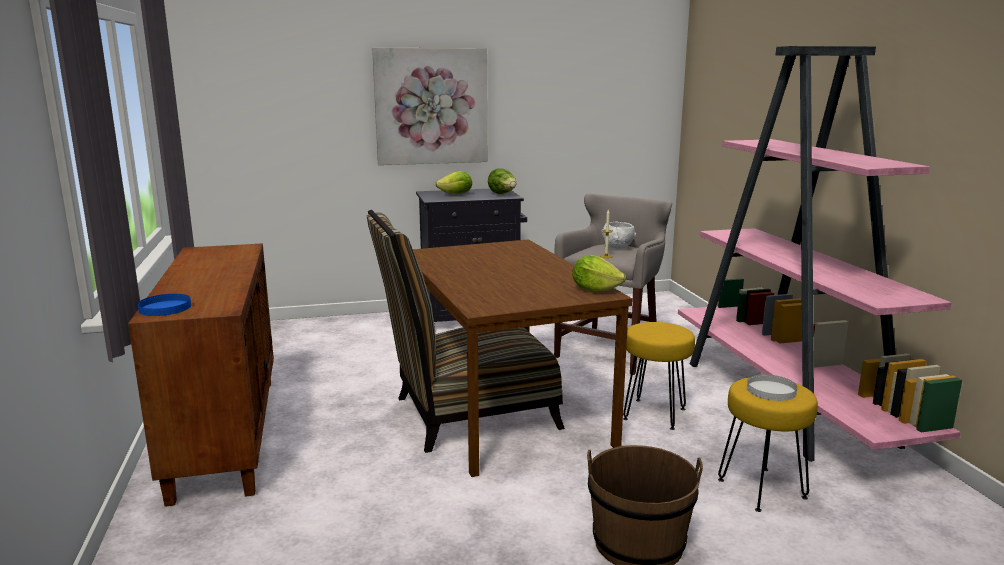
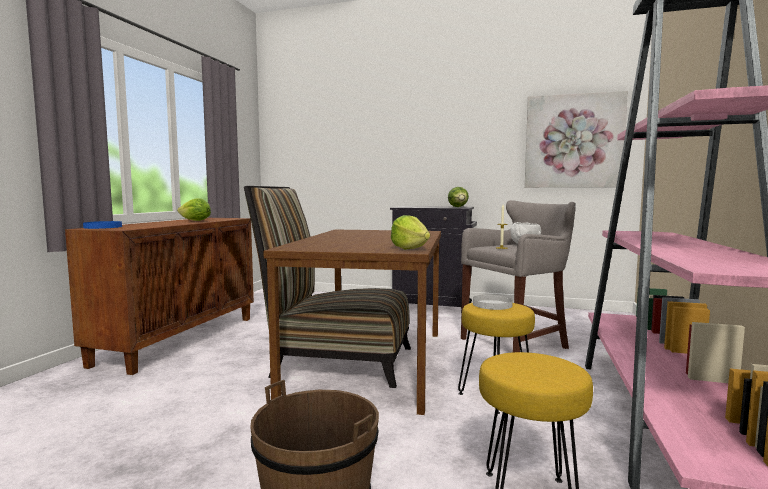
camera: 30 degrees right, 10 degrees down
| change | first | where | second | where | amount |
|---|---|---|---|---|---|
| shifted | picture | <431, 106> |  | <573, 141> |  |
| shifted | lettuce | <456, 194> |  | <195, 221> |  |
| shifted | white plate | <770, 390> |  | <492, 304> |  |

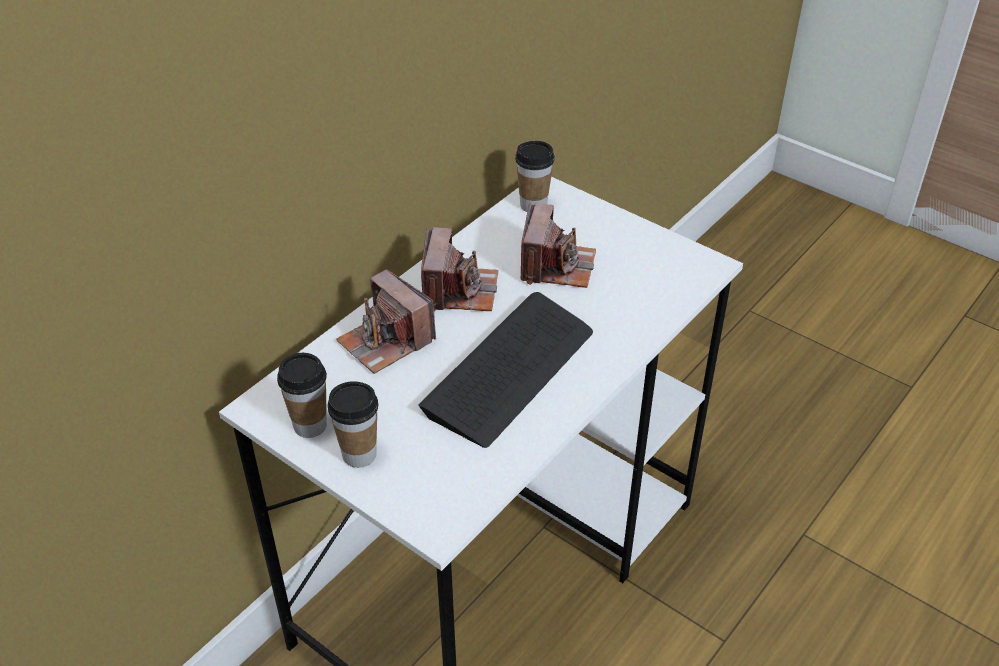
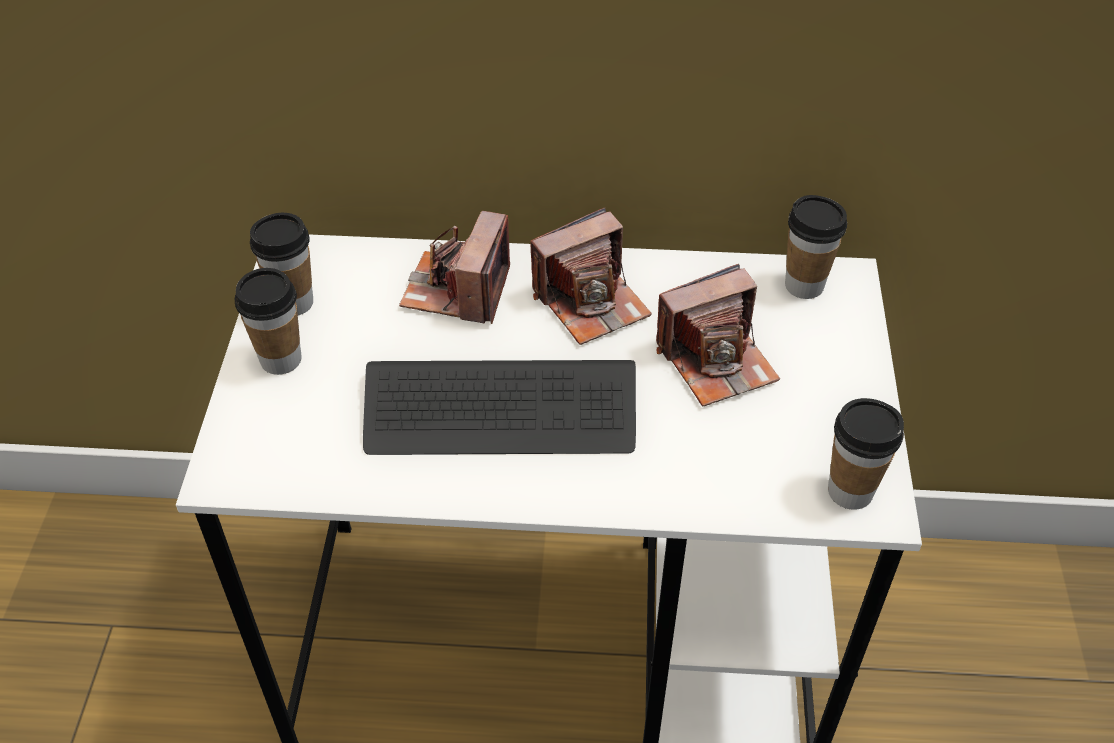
camera: 55 degrees right, 5 degrees up
| change | first | where | second | where | amount |
|---|---|---|---|---|---|
| new |  |  | cup | <850, 491> |  |

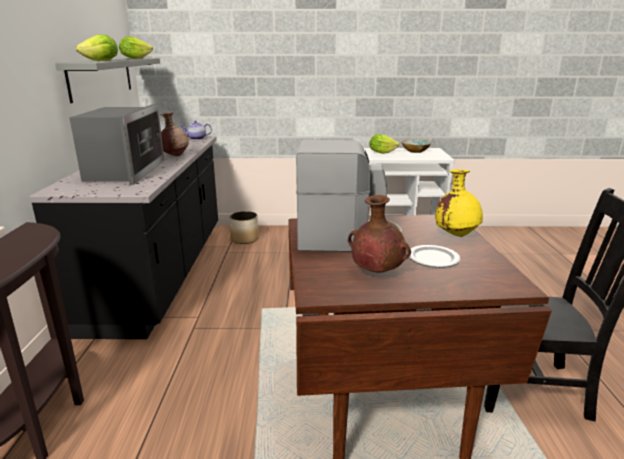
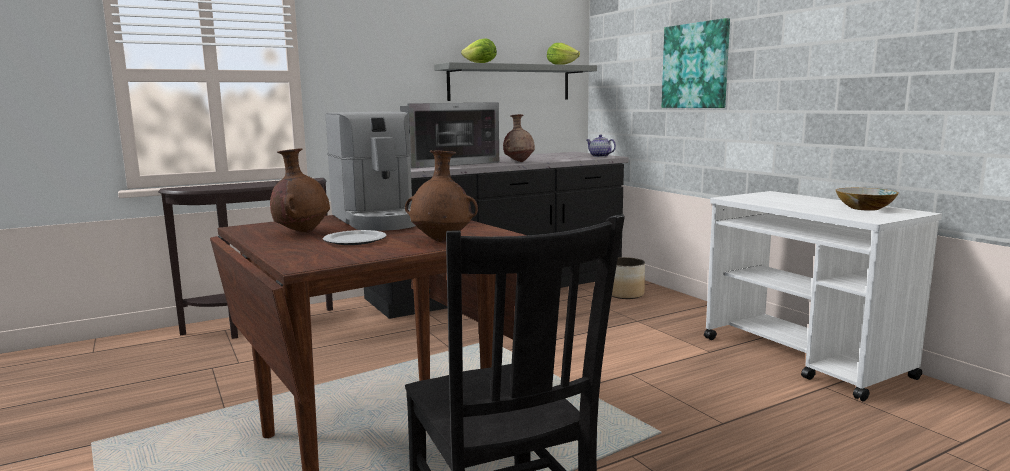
camera: 60 degrees right, 10 degrees down
| change | first | where | second | where | amount |
|---|---|---|---|---|---|
| gone | lettuce | <381, 152> |  |  |  |
| repainted | yellow vase | <456, 235> | brown vase | <442, 240> |  |
| new |  |  | picture | <696, 66> |  |

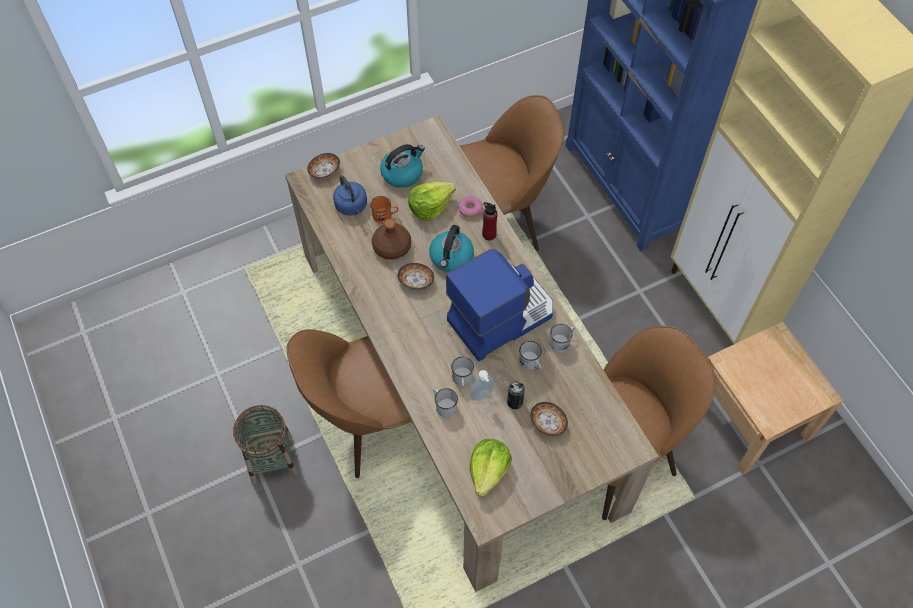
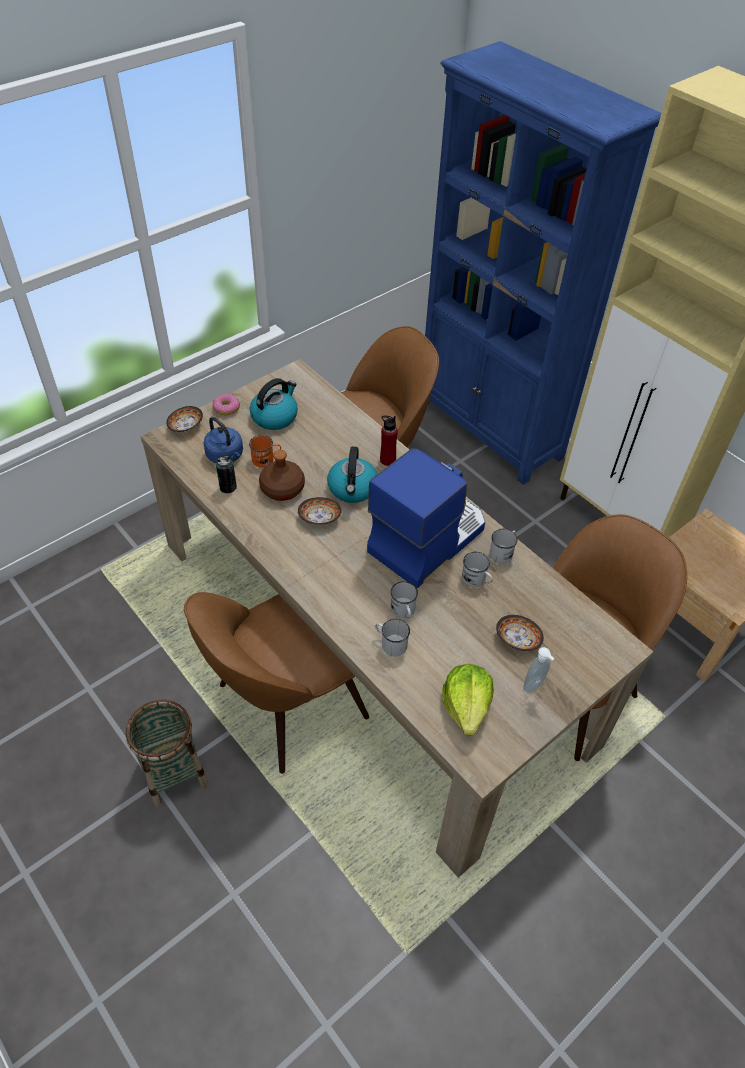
camera: 15 degrees left, 10 degrees down
| change | first | where | second | where | amount |
|---|---|---|---|---|---|
| gone | lettuce | <430, 207> |  |  |  |
| shifted | donut | <470, 209> |  | <226, 408> |  |
| shifted | soap dispenser | <482, 396> |  | <534, 686> |  |
| shifted | can | <515, 402> |  | <228, 487> |  |

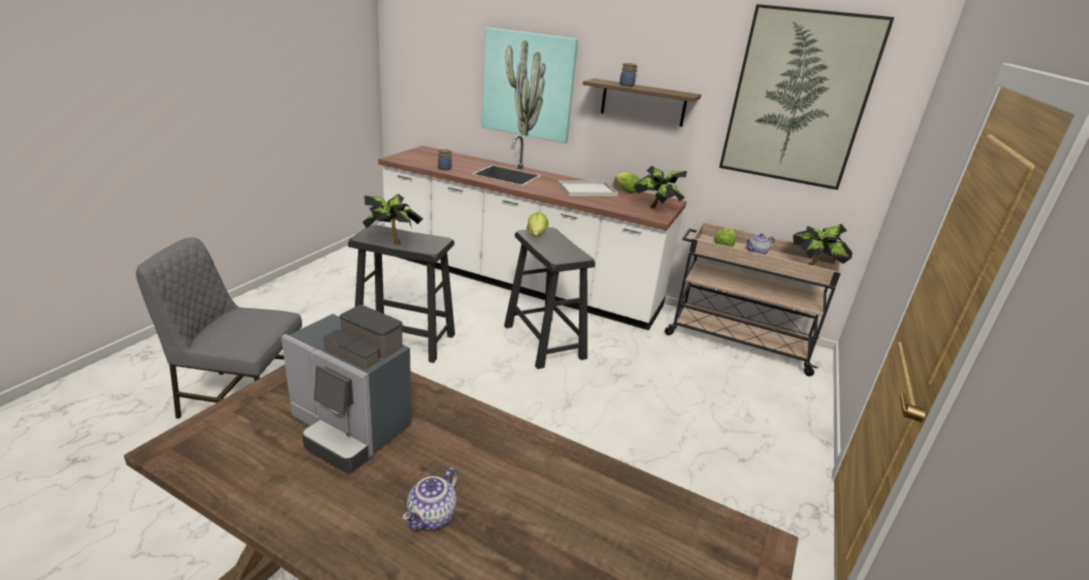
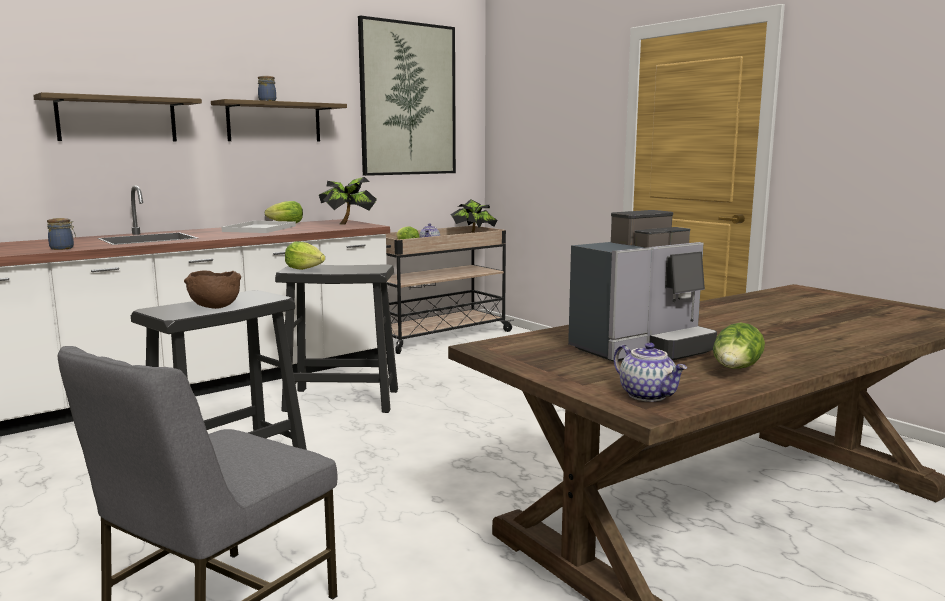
camera: 60 degrees left, 15 degrees down
| change | first | where | second | where | amount |
|---|---|---|---|---|---|
| swapped | picture | <528, 85> | shelf | <117, 119> |  |
| swapped | potted plant | <392, 241> | brown bowl | <214, 307> |  |
| shifted | teapot | <432, 517> |  | <648, 395> |  |
| new |  |  | lettuce | <736, 370> |  |

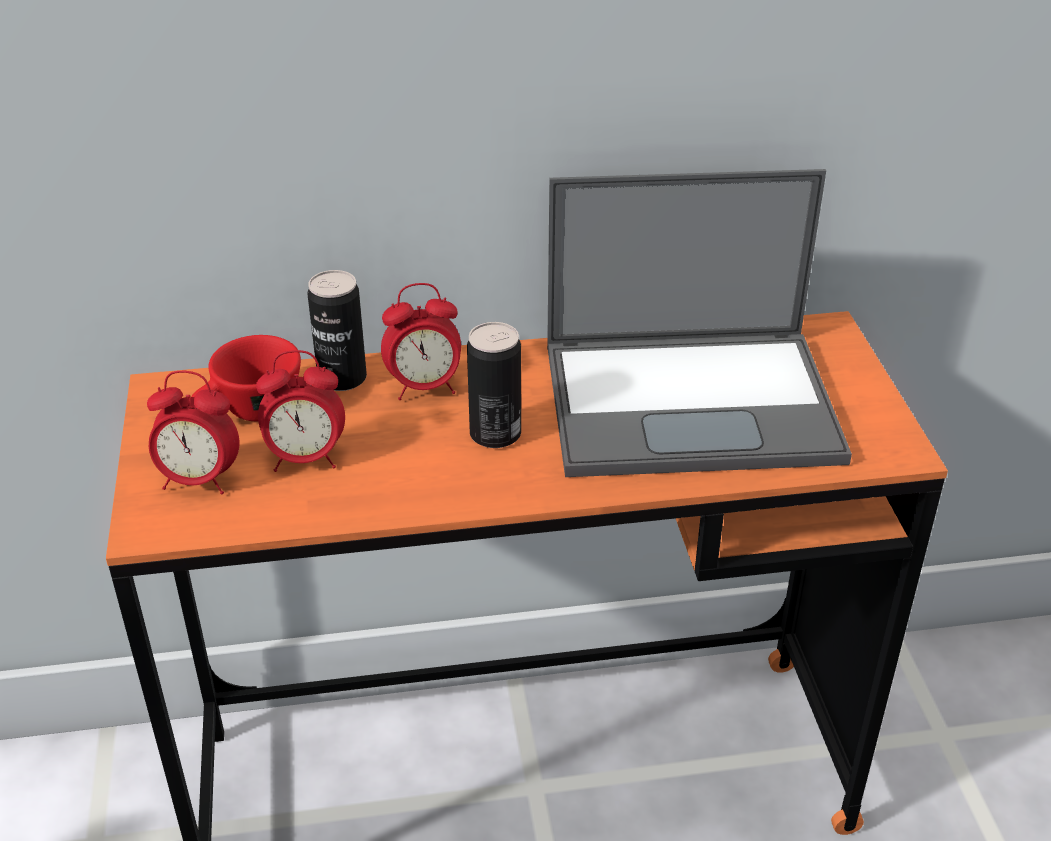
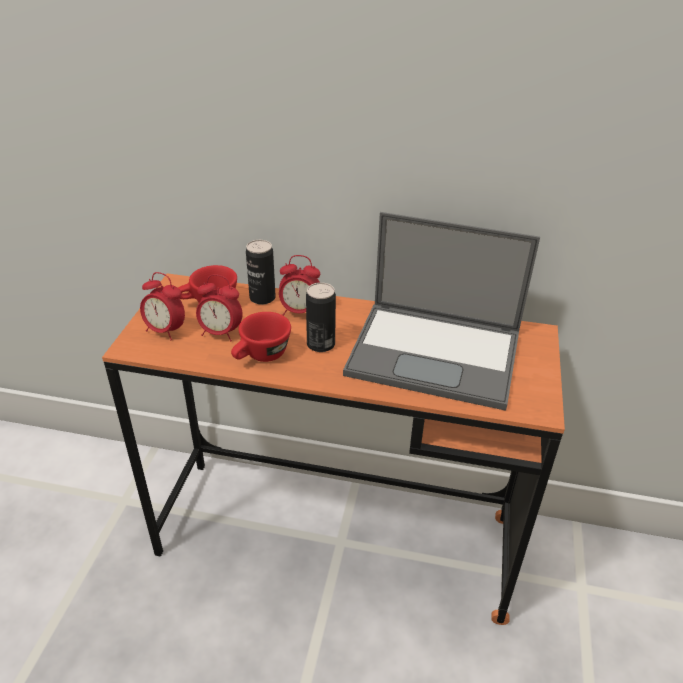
camera: 20 degrees right, 0 degrees up
| change | first | where | second | where | amount |
|---|---|---|---|---|---|
| new |  |  | red cup | <261, 356> |  |

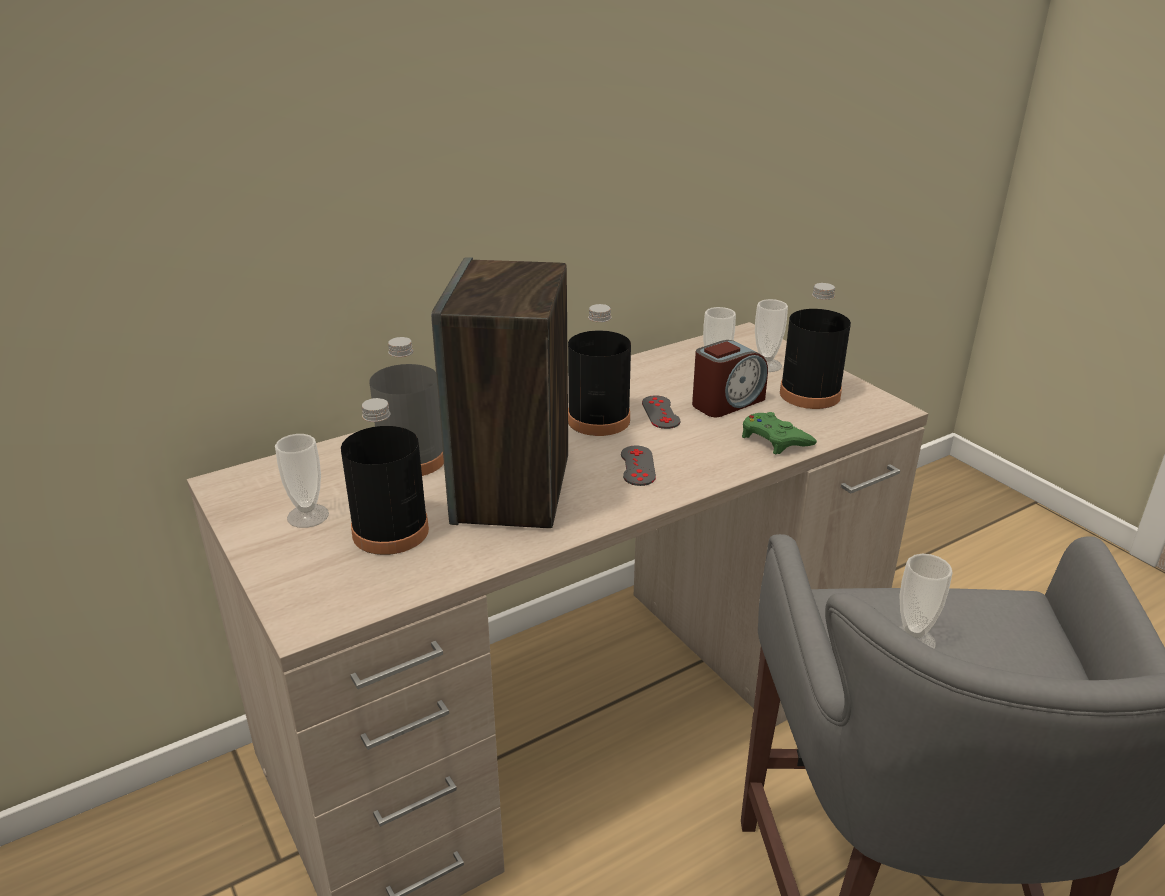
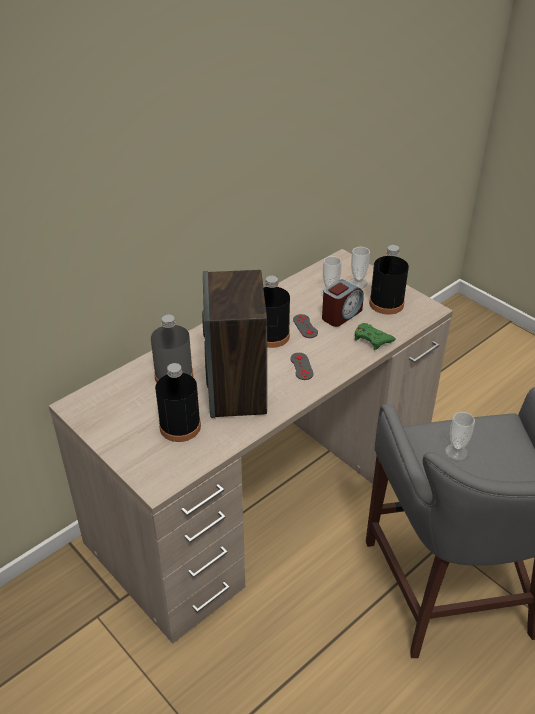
camera: 10 degrees left, 10 degrees up
| change | first | where | second | where | amount |
|---|---|---|---|---|---|
| gone | cup | <308, 516> |  |  |  |

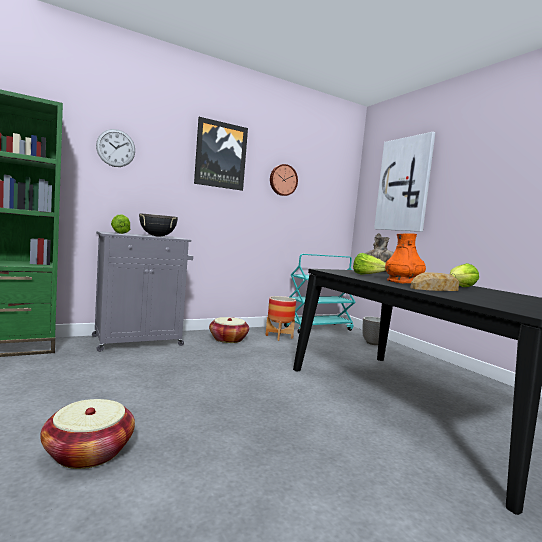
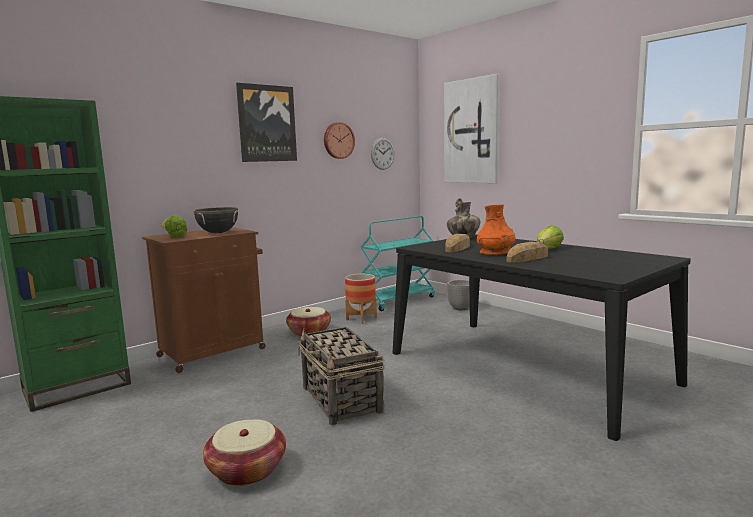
camera: 10 degrees left, 5 degrees up
| change | first | where | second | where | amount |
|---|---|---|---|---|---|
| shifted | wall clock | <116, 148> |  | <382, 153> |  |
| repainted | grey cabinet | <139, 341> | brown cabinet | <214, 352> |  |
| swapped | lettuce | <367, 275> | bread | <458, 248> |  |
| new |  |  | basket | <342, 400> |  |

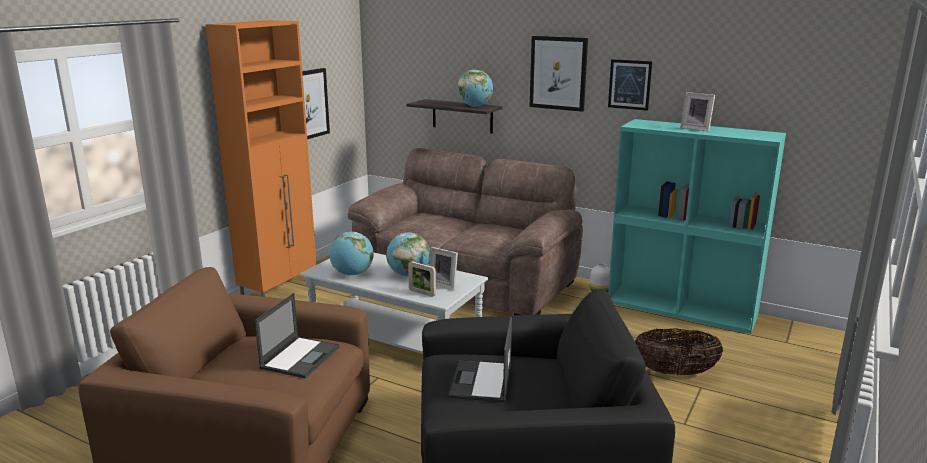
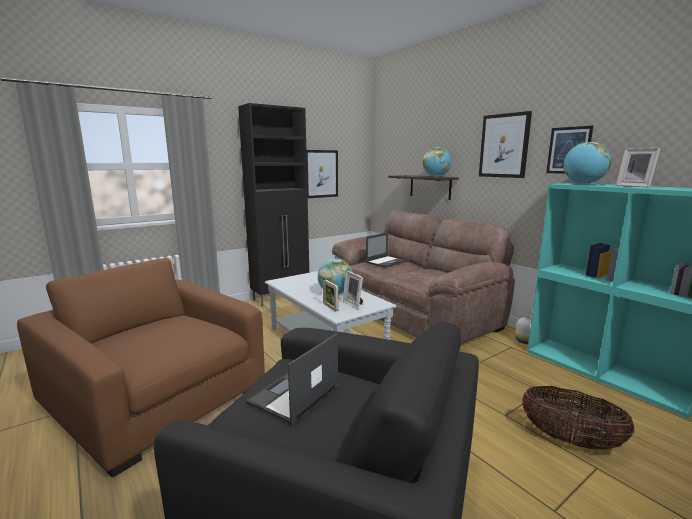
camera: 25 degrees right, 5 degrees down
| change | first | where | second | where | amount |
|---|---|---|---|---|---|
| repainted | orange cabinet | <280, 290> | black cabinet | <281, 298> |  |
| shifted | globe | <352, 274> |  | <583, 184> |  |
| shifted | laptop | <300, 357> |  | <386, 262> |  |

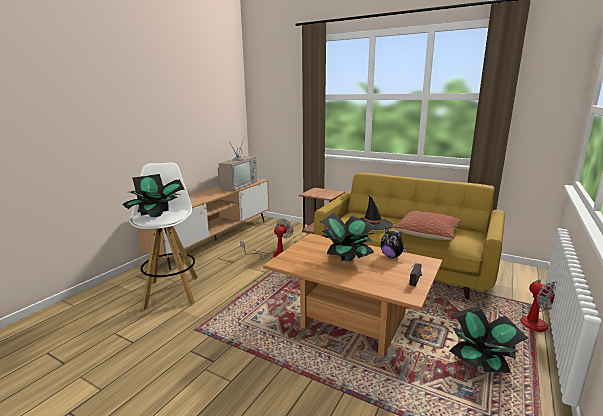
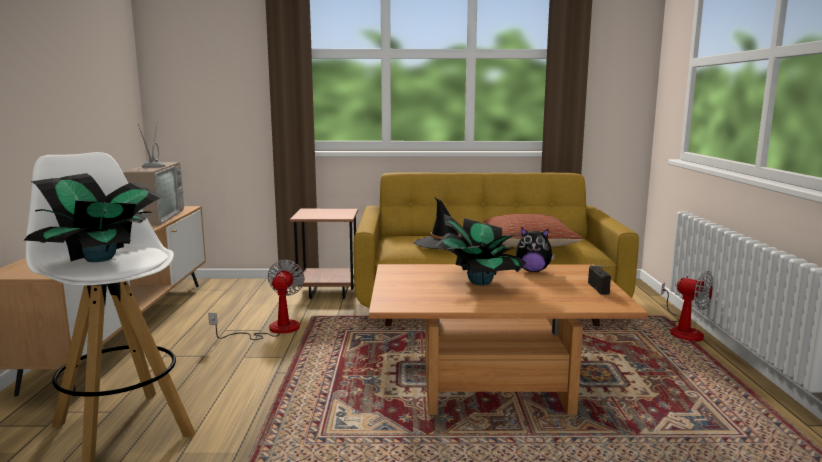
camera: 30 degrees left, 5 degrees down
| change | first | where | second | where | amount |
|---|---|---|---|---|---|
| gone | potted plant | <482, 362> |  |  |  |

